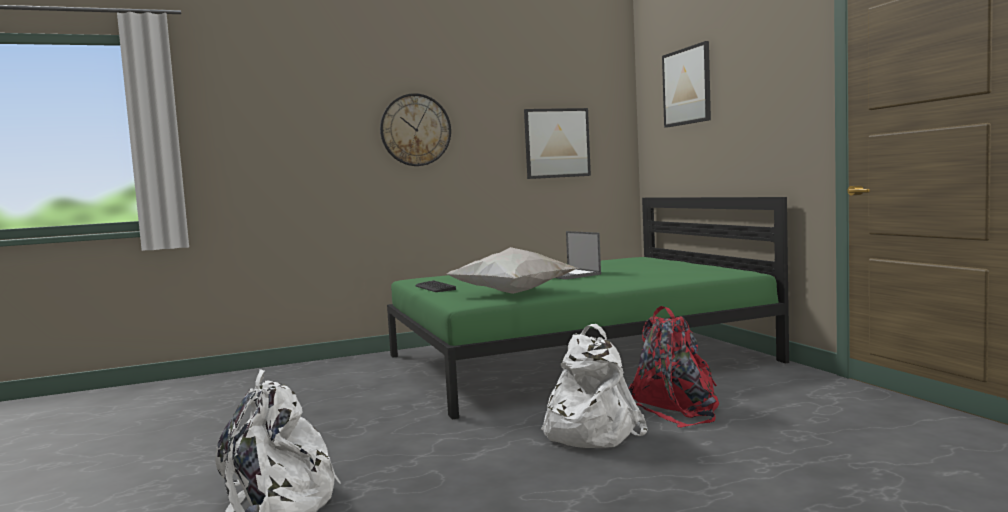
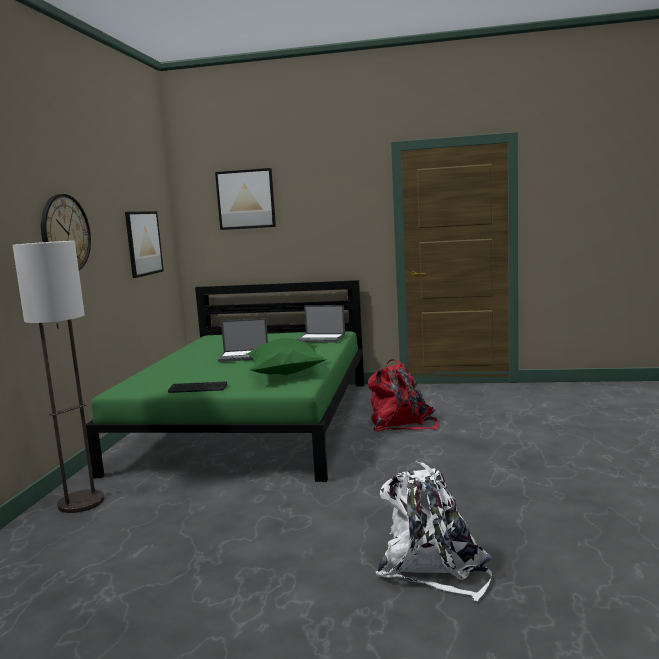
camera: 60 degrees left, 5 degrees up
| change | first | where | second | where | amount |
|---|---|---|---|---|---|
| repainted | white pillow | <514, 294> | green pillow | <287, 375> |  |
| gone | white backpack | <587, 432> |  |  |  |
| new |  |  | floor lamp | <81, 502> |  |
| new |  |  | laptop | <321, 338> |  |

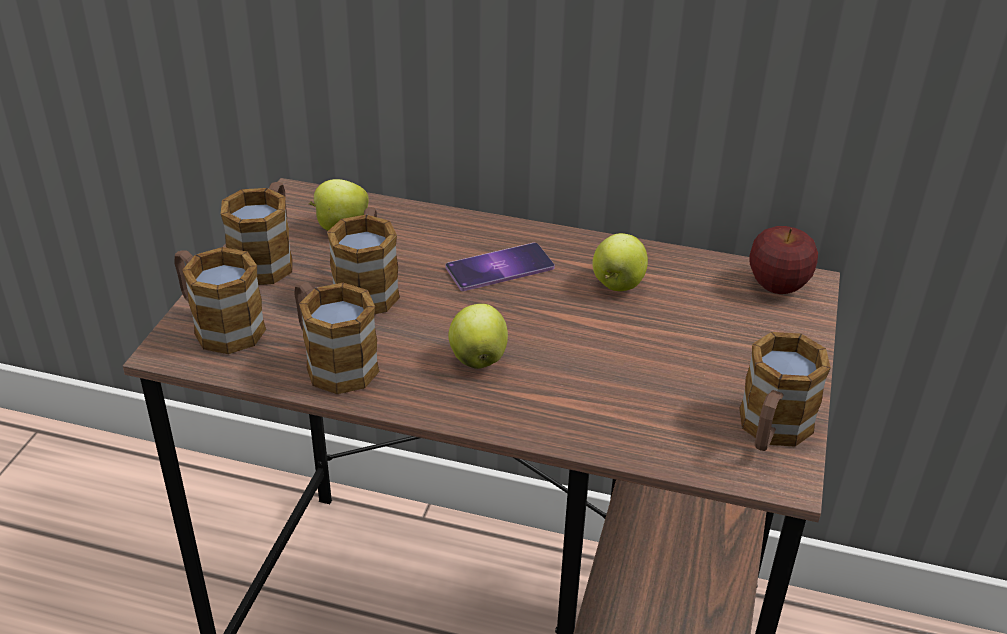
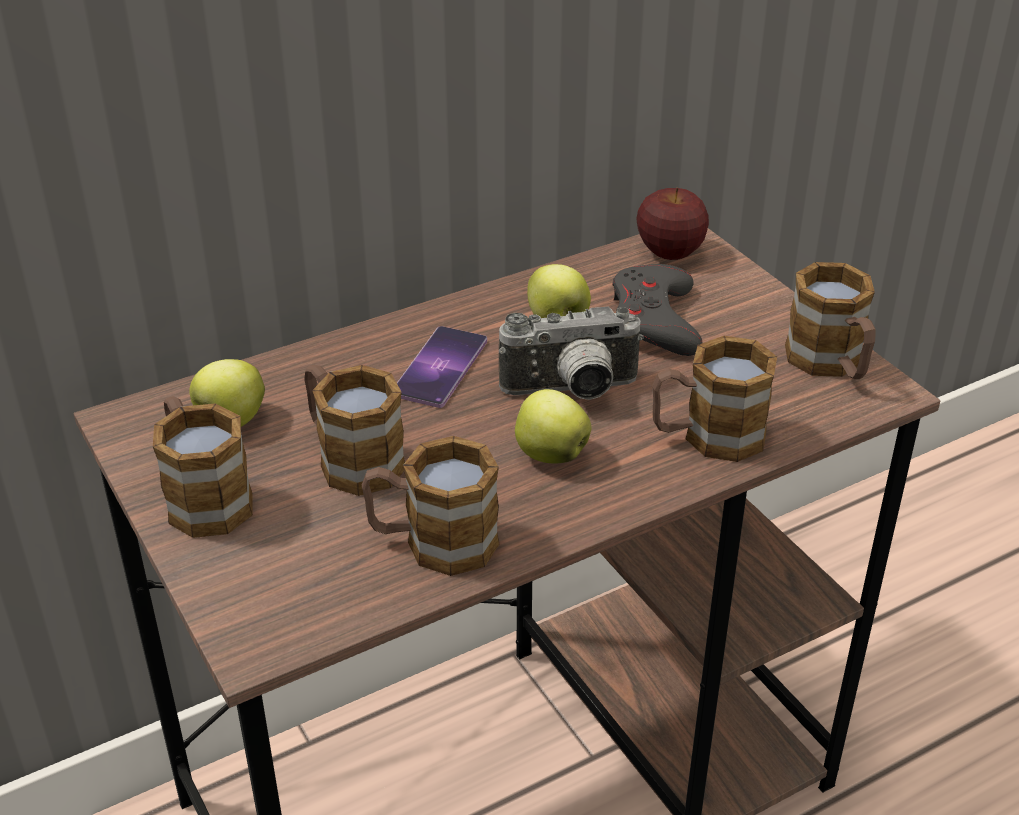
camera: 45 degrees left, 0 degrees up
| change | first | where | second | where | amount |
|---|---|---|---|---|---|
| shifted | mug | <219, 325> |  | <707, 436> |  |
| new |  |  | grey game controller | <655, 320> |  |
| new |  |  | photo camera | <572, 392> |  |

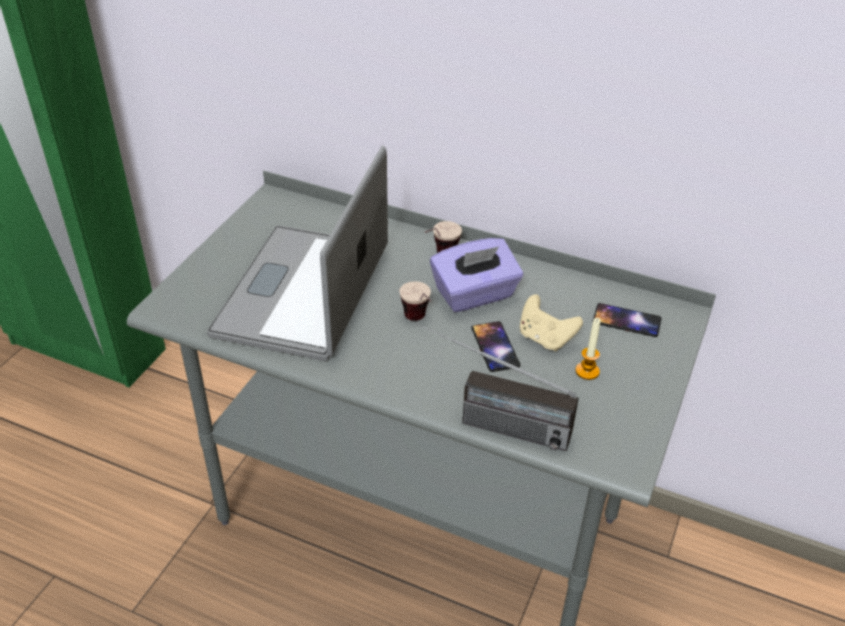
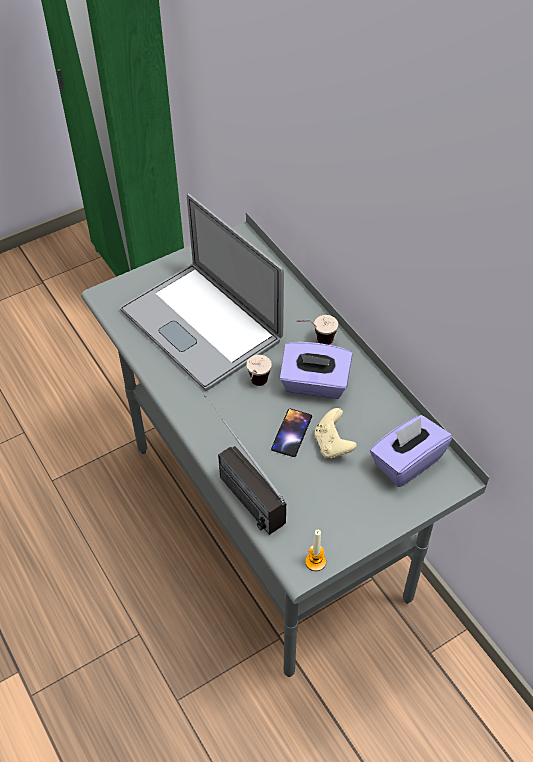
camera: 35 degrees right, 10 degrees up
| change | first | where | second | where | amount |
|---|---|---|---|---|---|
| rotated | laptop | <303, 291> |  | <201, 325> | 90 degrees counterclockwise |
| swapped | phone | <626, 321> | purple tissue box | <406, 461> |  |
| shifted | candle | <587, 371> |  | <315, 562> |  |

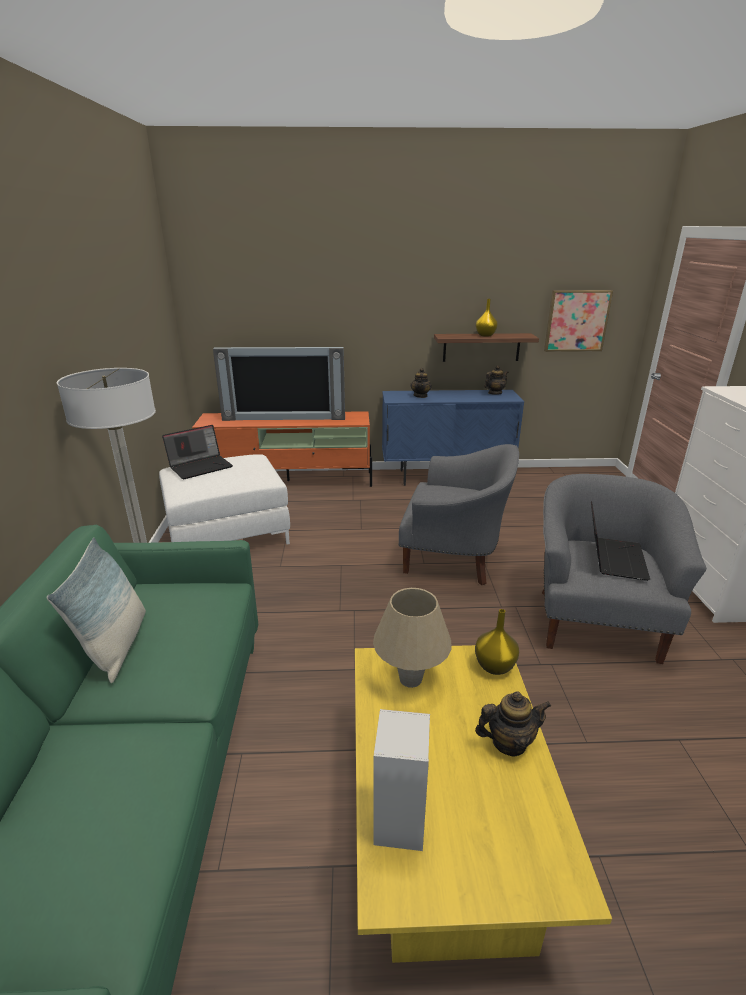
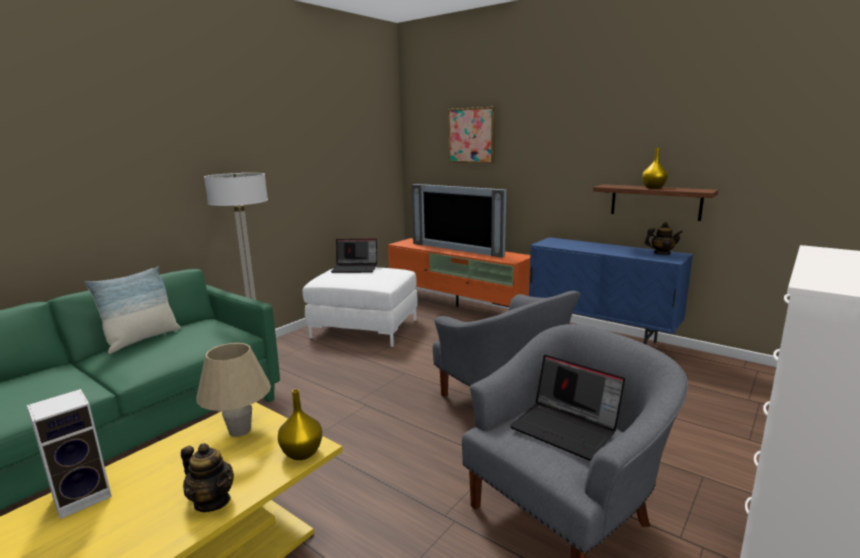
camera: 40 degrees right, 10 degrees down
| change | first | where | second | where | amount |
|---|---|---|---|---|---|
| shifted | picture | <577, 321> |  | <472, 135> |  |
| gone | teapot | <420, 396> |  |  |  |
| rotated | laptop | <613, 558> |  | <566, 428> | 75 degrees clockwise |

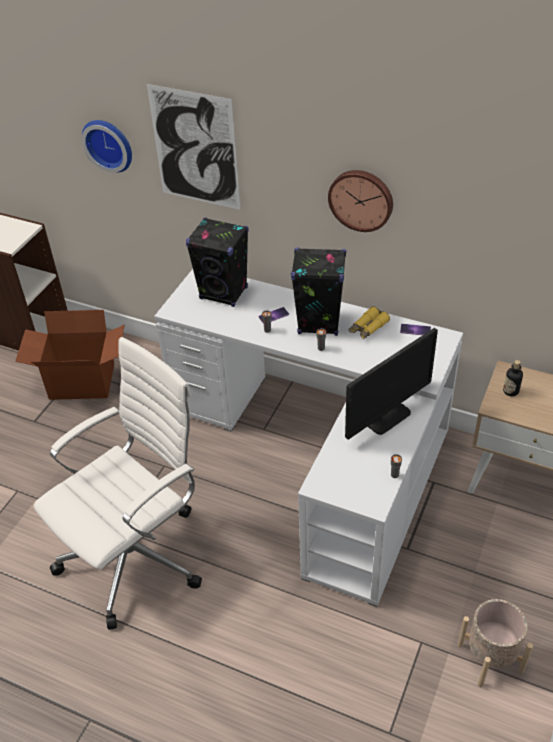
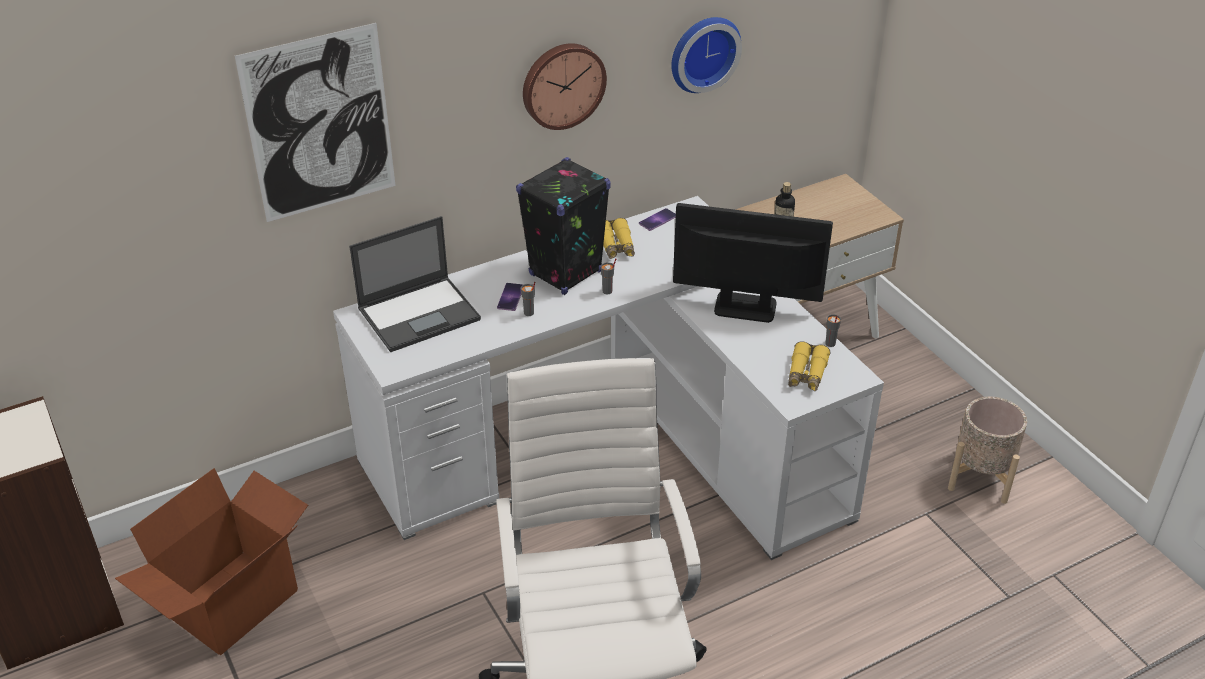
camera: 55 degrees left, 5 degrees down
| change | first | where | second | where | amount |
|---|---|---|---|---|---|
| shifted | wall clock | <109, 144> |  | <702, 52> |  |
| swapped | black speaker | <224, 293> | laptop | <420, 314> |  |
| rotated | monitor | <385, 416> |  | <745, 307> | 75 degrees counterclockwise |
| new |  |  | yellow binoculars | <806, 374> |  |

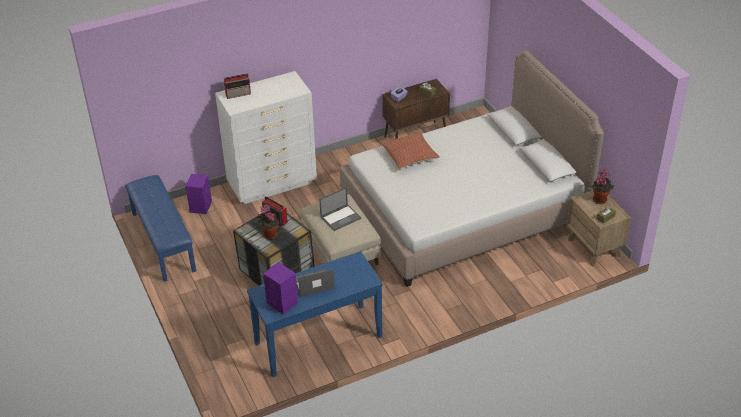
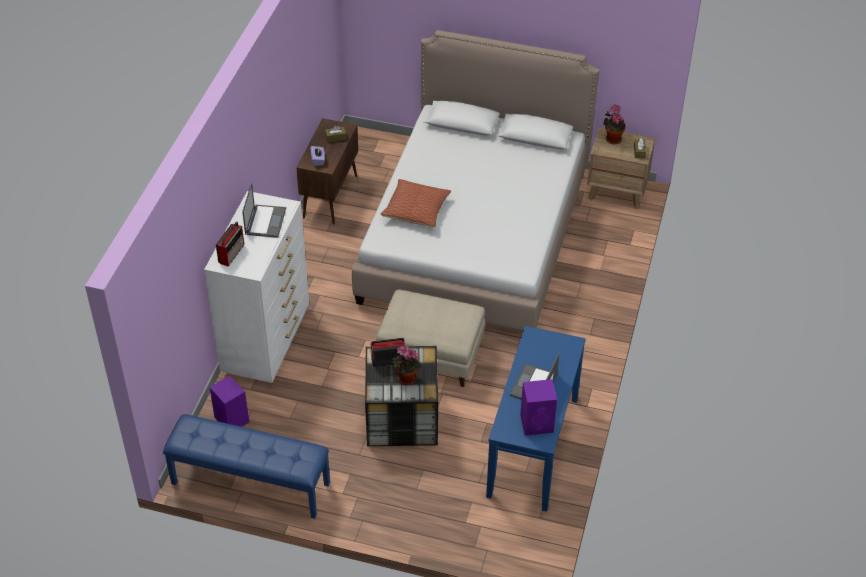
camera: 50 degrees left, 5 degrees up
| change | first | where | second | where | amount |
|---|---|---|---|---|---|
| shifted | laptop | <341, 217> |  | <265, 221> |  |

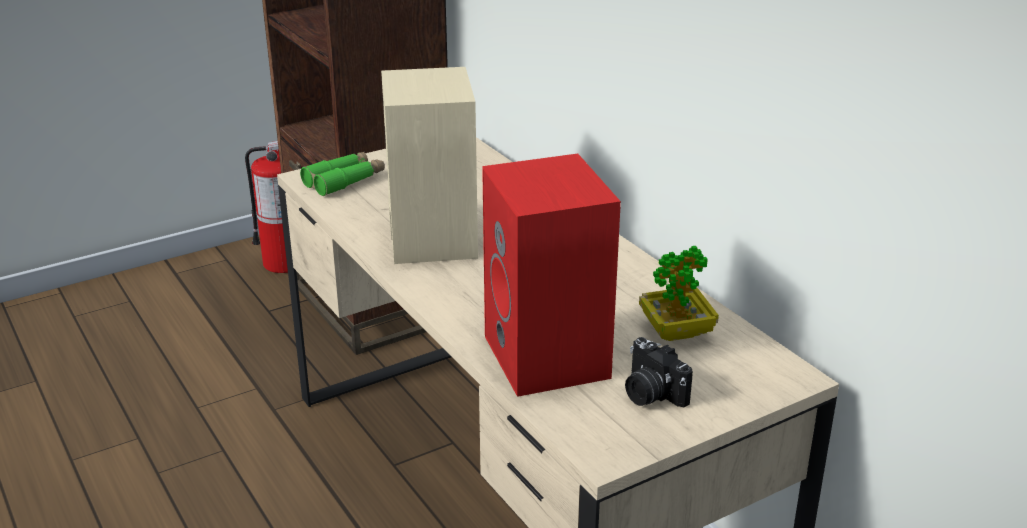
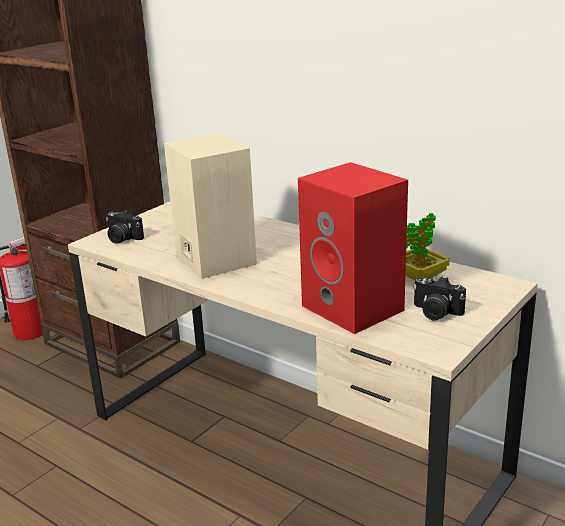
camera: 20 degrees left, 5 degrees down
| change | first | where | second | where | amount |
|---|---|---|---|---|---|
| swapped | green binoculars | <344, 181> | photo camera | <122, 239> |  |

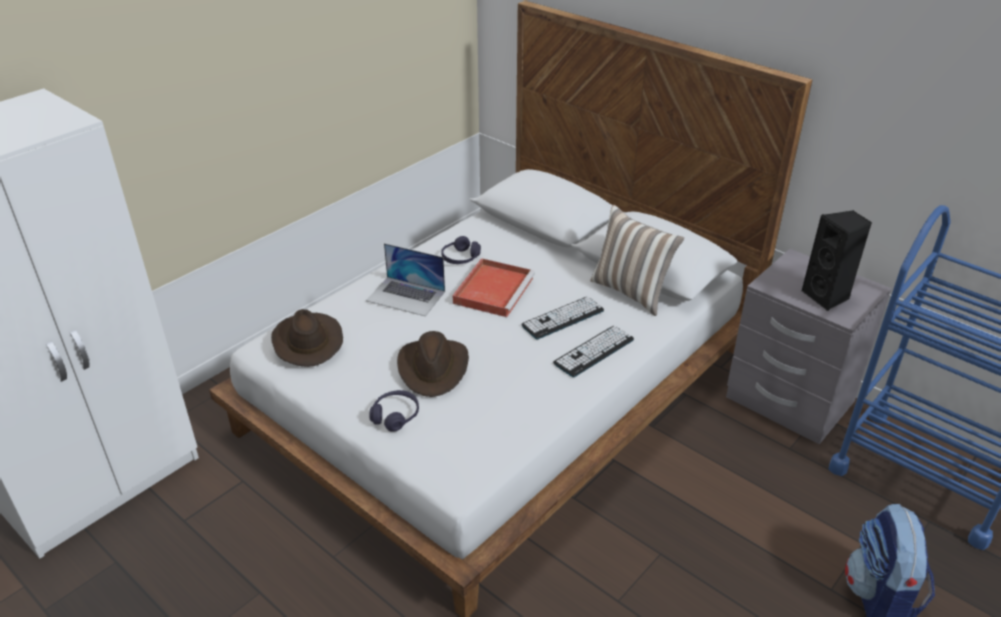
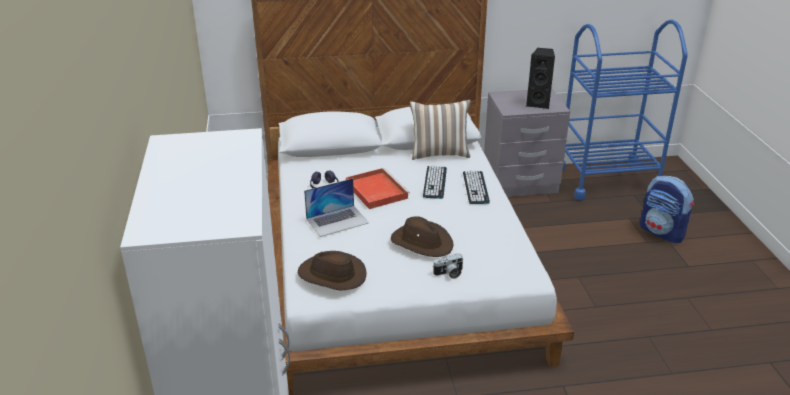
camera: 50 degrees left, 5 degrees down
| change | first | where | second | where | amount |
|---|---|---|---|---|---|
| swapped | purple headphones | <395, 416> | photo camera | <449, 273> |  |

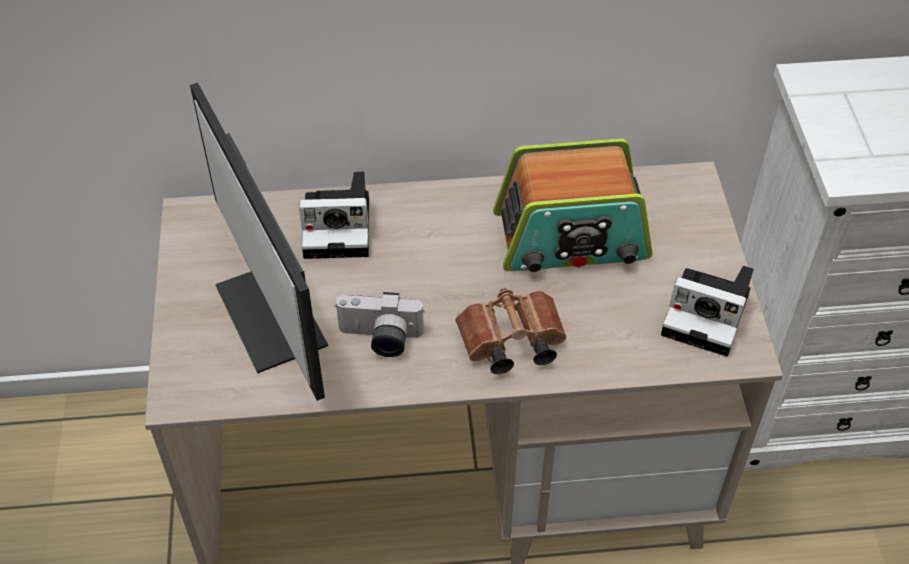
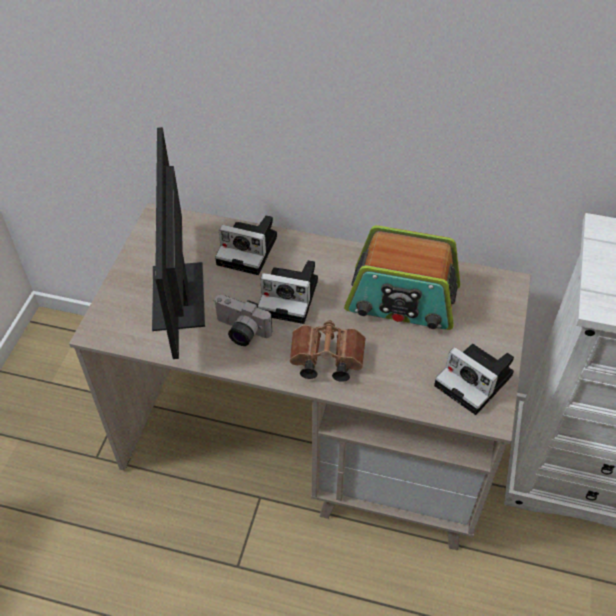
camera: 20 degrees right, 0 degrees up
| change | first | where | second | where | amount |
|---|---|---|---|---|---|
| new |  |  | photo camera | <291, 297> |  |

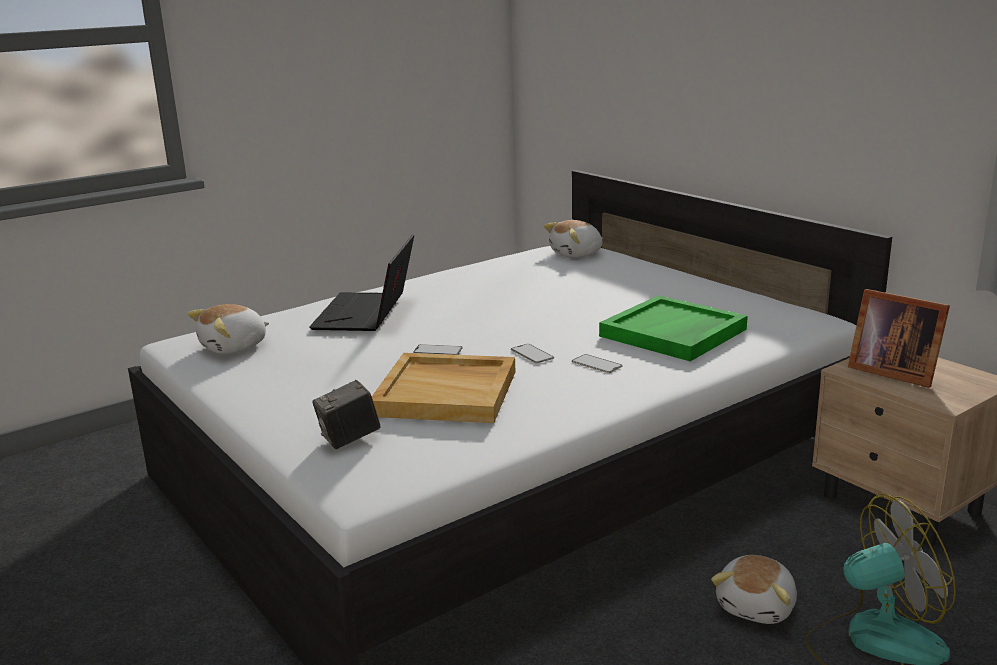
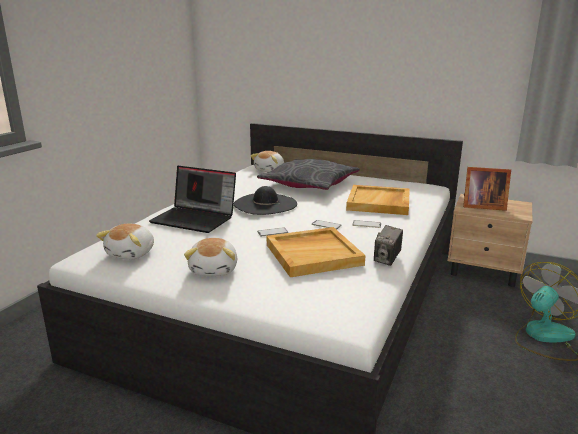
camera: 30 degrees left, 0 degrees up
| change | first | where | second | where | amount |
|---|---|---|---|---|---|
| rotated | laptop | <367, 314> |  | <195, 219> | 45 degrees counterclockwise |
| repainted | green tray | <673, 333> | beige tray | <379, 203> |  |
| shifted | photo camera | <349, 439> |  | <387, 259> |  |
| shifted | plush toy | <757, 606> |  | <214, 269> |  |
| new |  |  | grey pillow | <309, 184> |  |
| new |  |  | black hat | <265, 204> |  |

